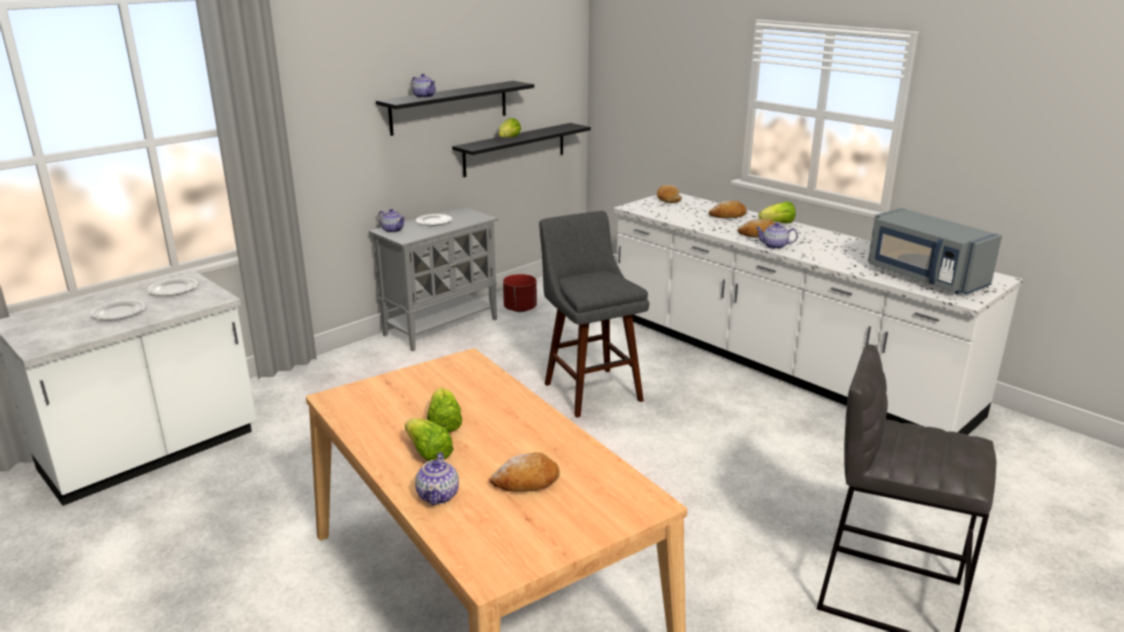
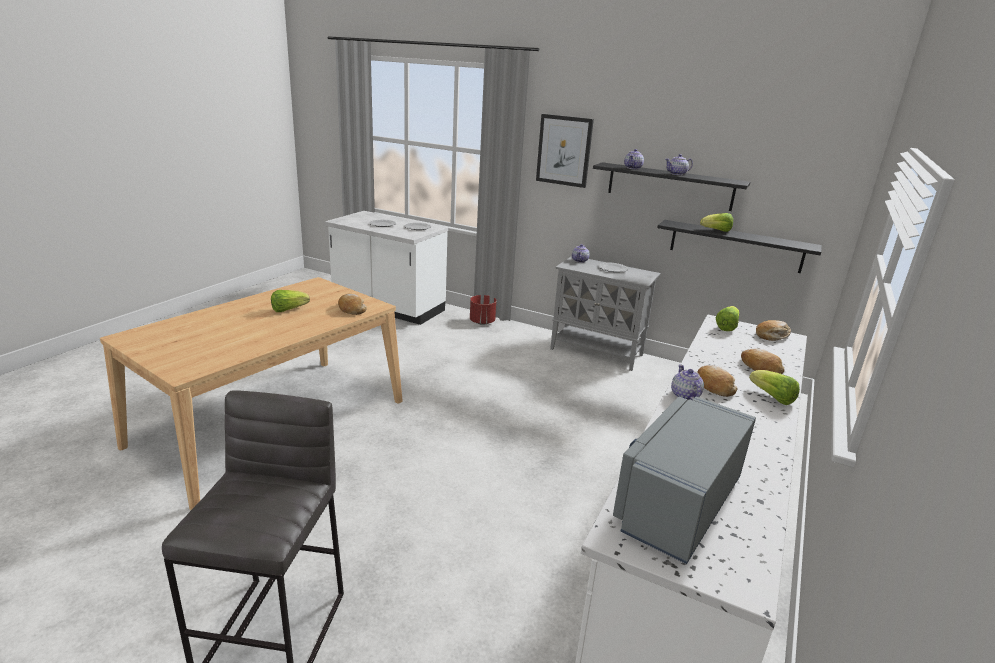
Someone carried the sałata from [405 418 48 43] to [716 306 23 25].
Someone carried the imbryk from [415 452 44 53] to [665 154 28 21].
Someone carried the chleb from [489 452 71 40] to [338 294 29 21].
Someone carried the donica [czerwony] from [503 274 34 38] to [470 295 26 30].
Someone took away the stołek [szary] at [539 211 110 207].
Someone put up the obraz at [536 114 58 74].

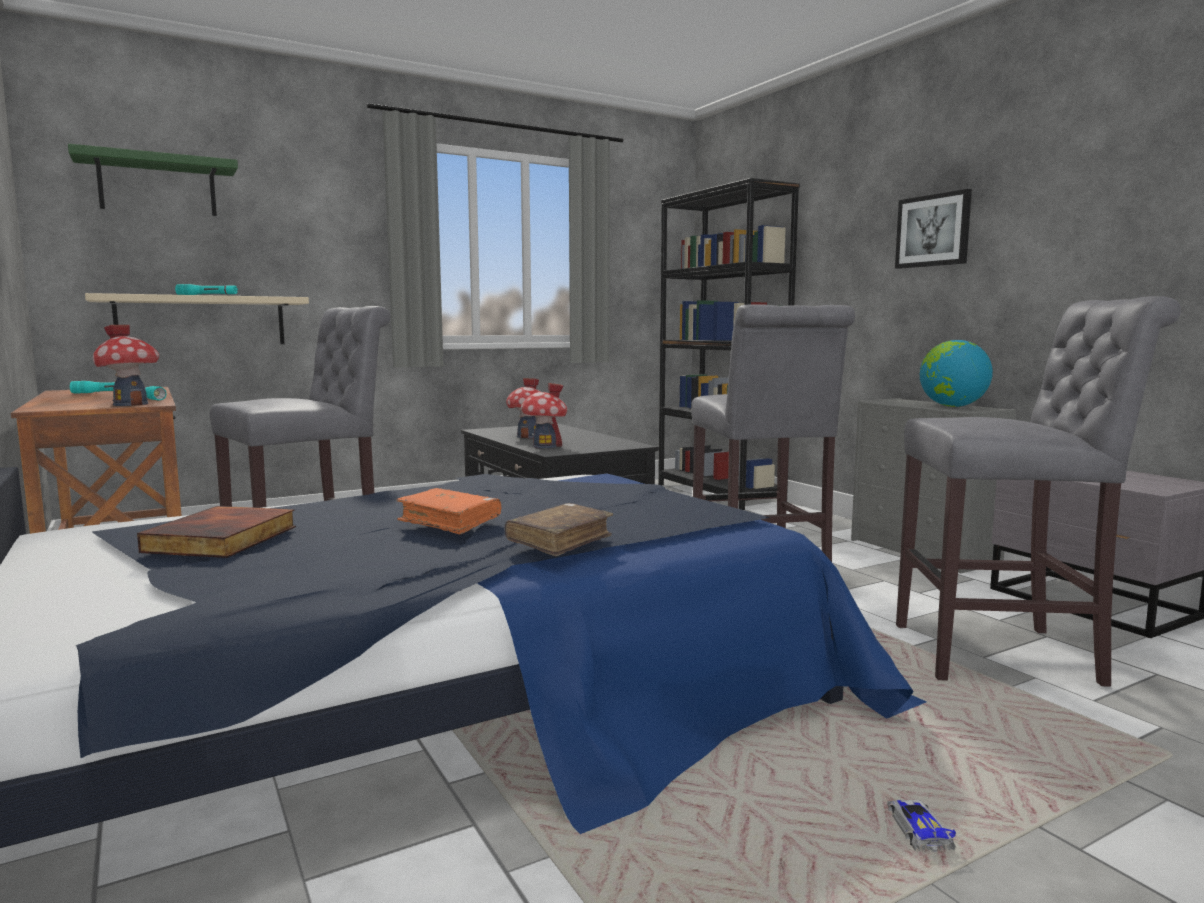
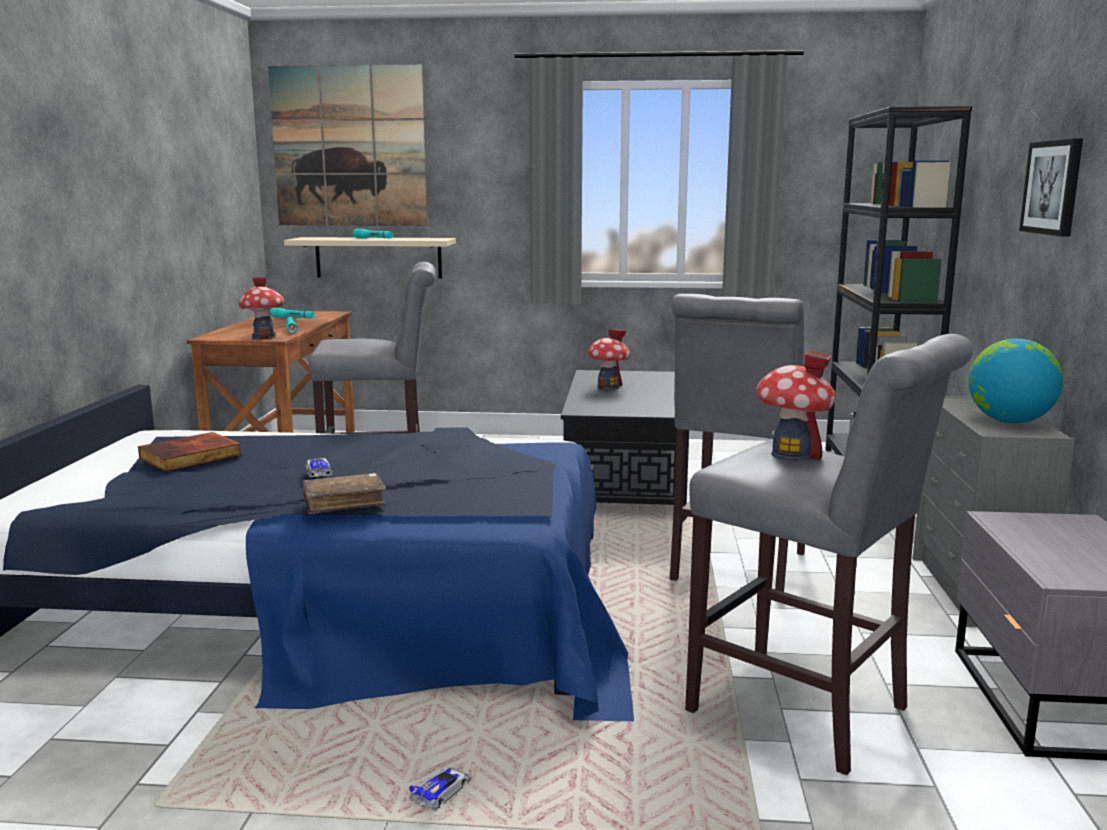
Someone swapped the półka [zielony] at [68 144 170 72] for the obraz at [268 64 160 162].
Someone swapped the książka [pomarańczowy] at [396 488 105 46] for the samochodzik at [305 458 28 19].
Someone carried the domek from [521 383 46 65] to [756 350 80 111].

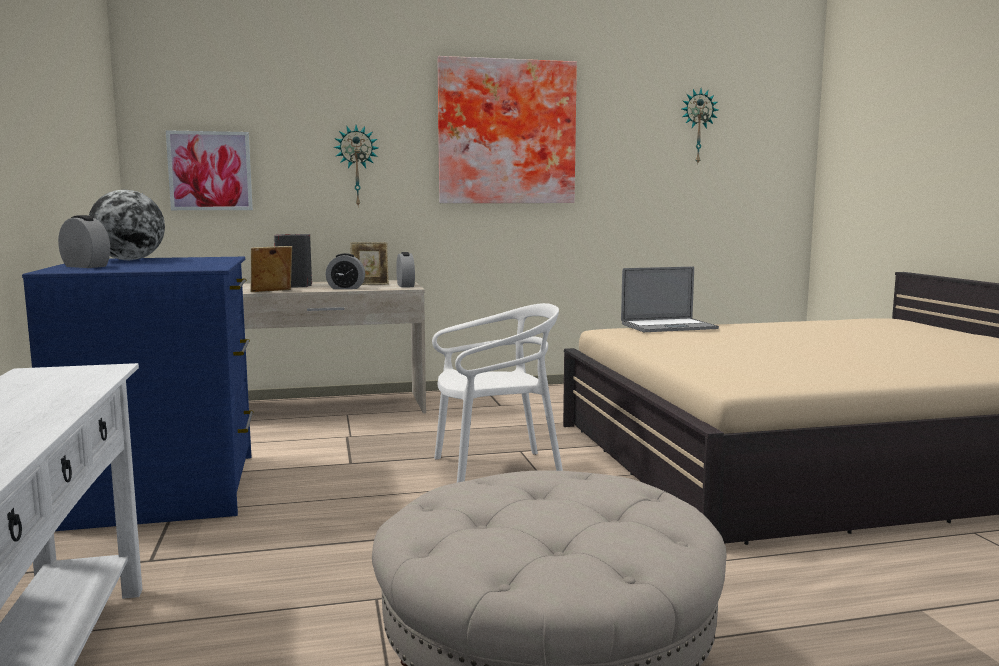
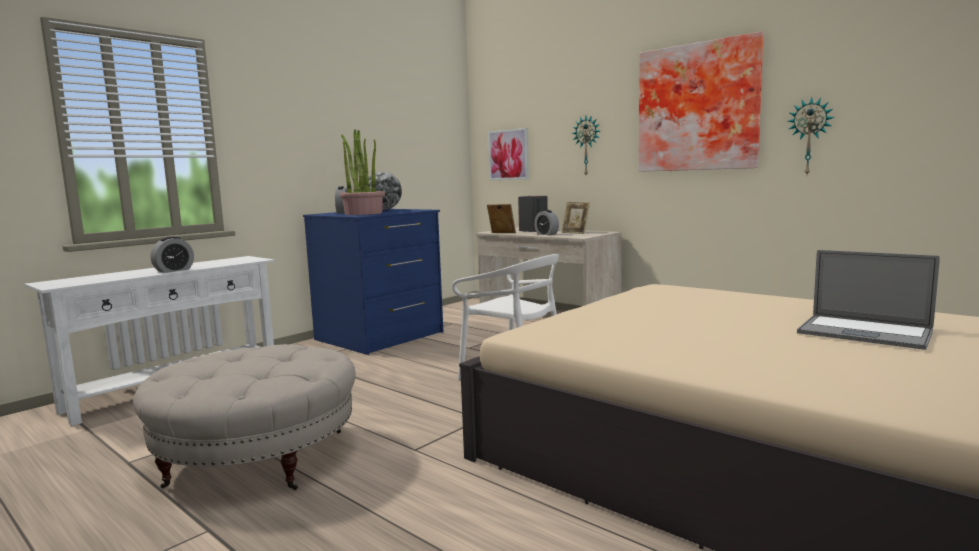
Someone carried the budzik from [396 252 19 35] to [150 236 44 37].
Someone carried the laptop from [621 267 98 65] to [797 250 143 100].
Someone carried the zegar ścienny from [682 89 36 74] to [788 97 46 78].
Someone put down the roślina doniczkowa at [340 129 45 86].

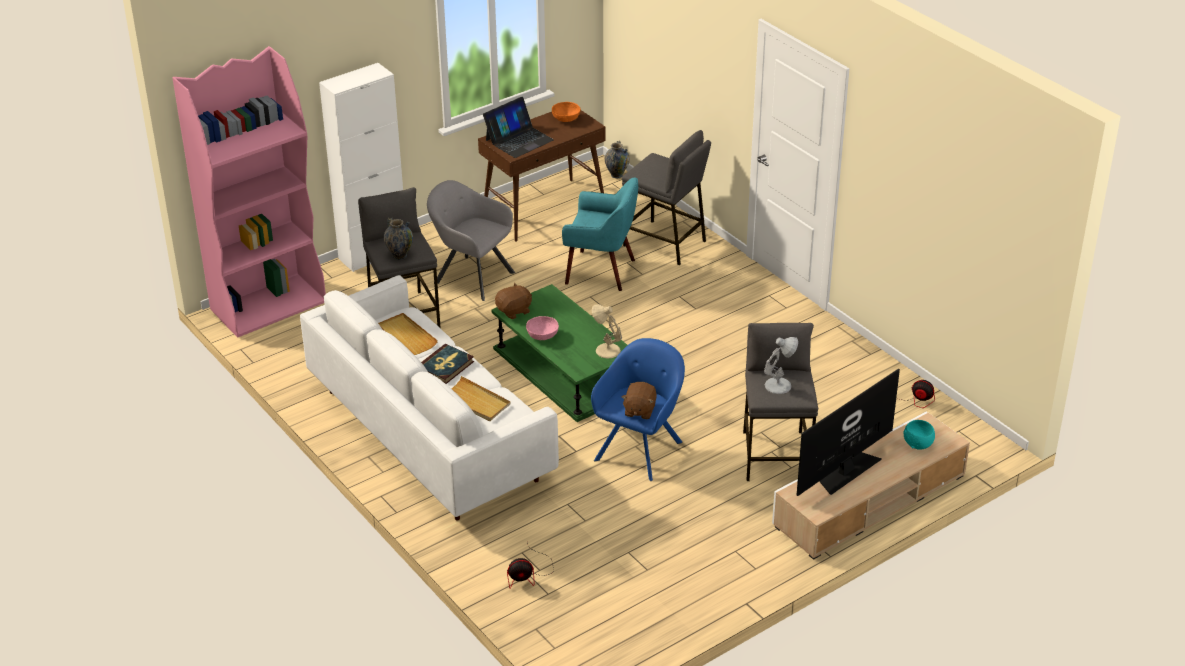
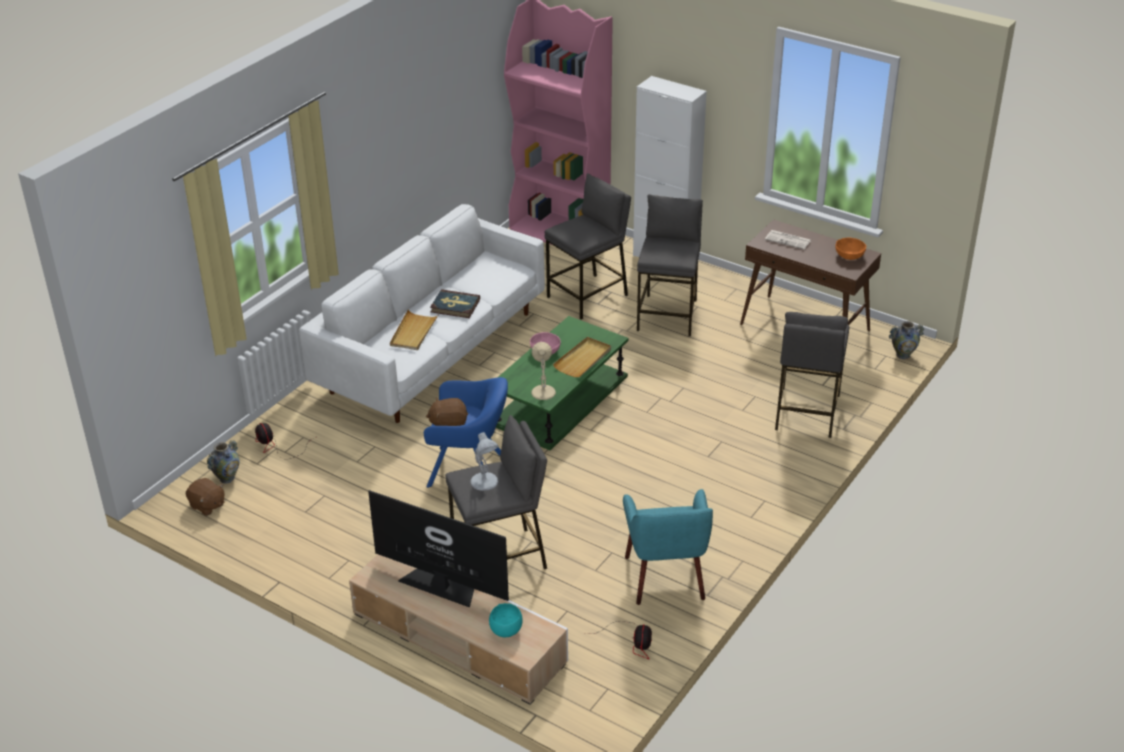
Someone carried the taca [beżowy] from [378 313 60 42] to [553 337 58 40].
Someone carried the wazon from [384 218 29 42] to [207 440 33 44].
Someone swapped the fotel [szary] at [427 180 88 121] for the stołek [szary] at [637 194 66 142].
Someone swapped the laptop at [483 97 71 61] for the gazeta at [765 230 46 19].
Someone carried the pluszak [brązowy] from [495 283 37 36] to [186 478 39 38].
Someone carried the fotel [turkusowy] from [562 178 76 113] to [623 489 90 116].

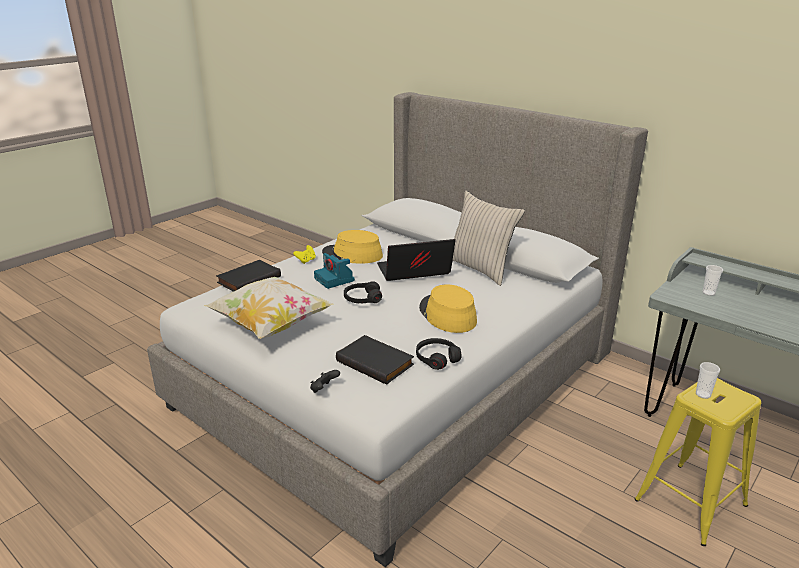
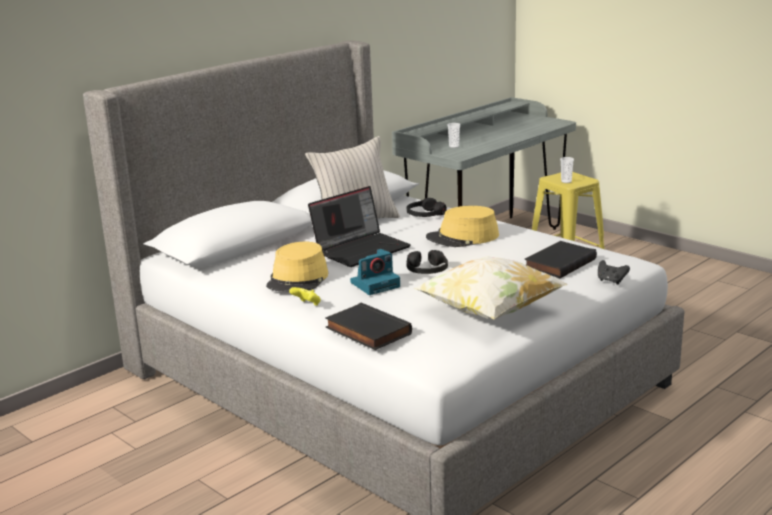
Someone rotated the laptop at [377 239 79 42] by 120 degrees counterclockwise.
Someone carried the słuchawki [czarny] from [416 338 45 32] to [407 198 40 19].

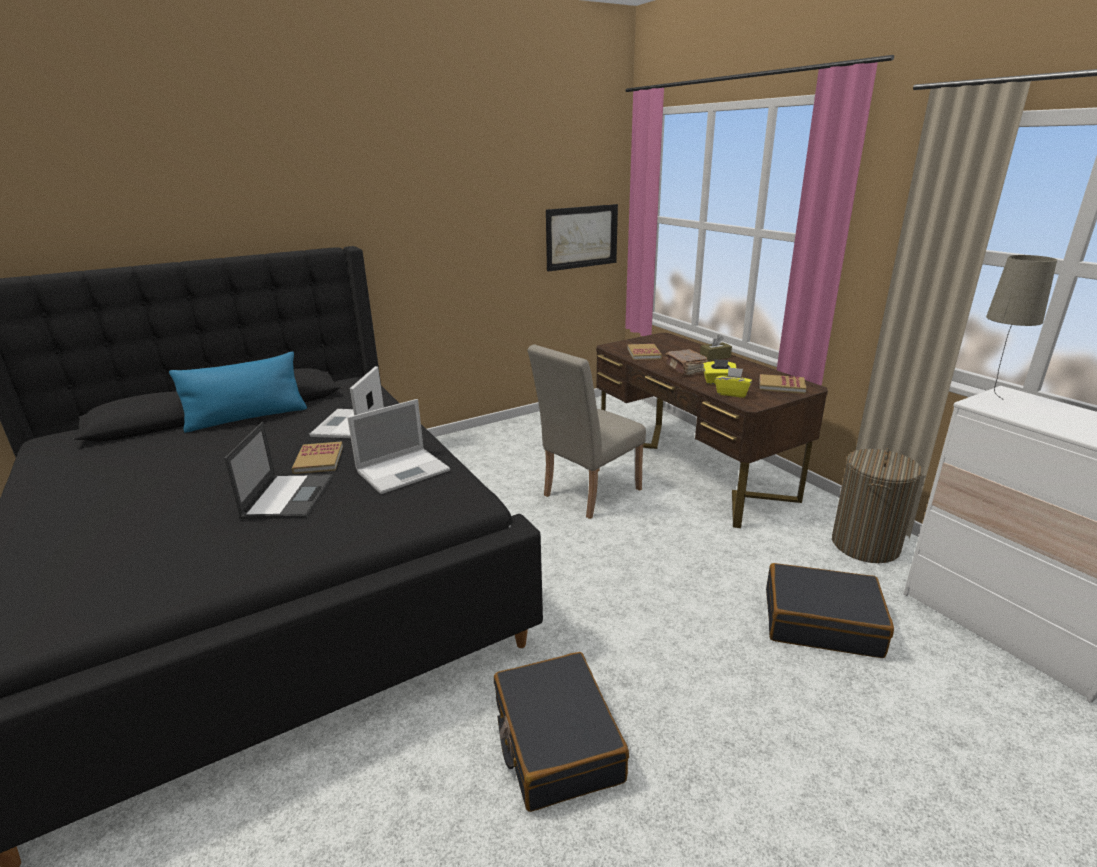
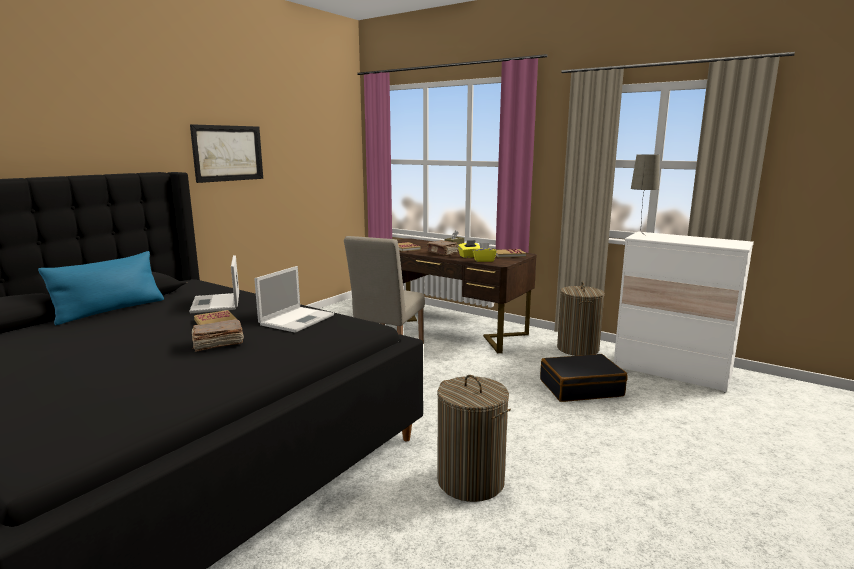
Someone swapped the laptop at [224 422 109 97] for the książka [brązowy] at [192 319 52 33].
Someone swapped the walizka [czarny] at [494 652 135 160] for the kosz na pranie at [437 375 74 127].
Someone carried the obraz from [546 204 72 68] to [190 124 73 59].

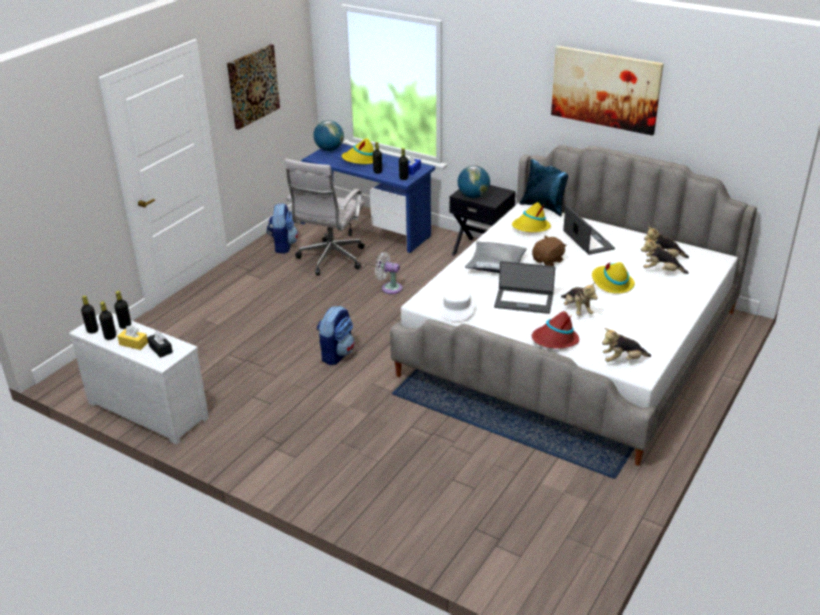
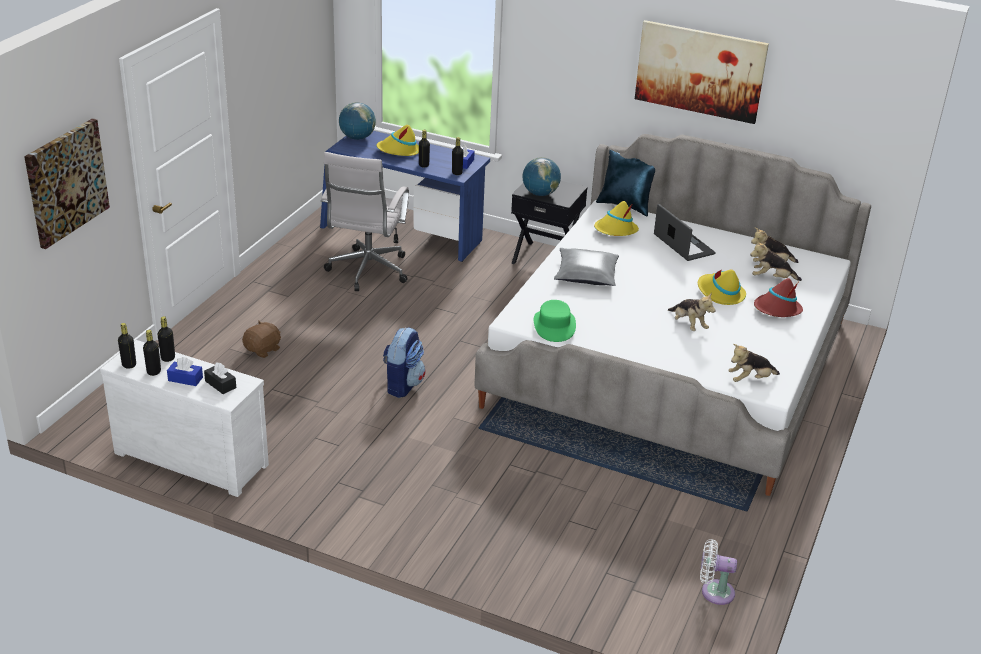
Someone repainted the pudełko chusteczek [żółty] at [117 325 31 25], which became the pudełko chusteczek [niebieski] at [167 357 36 29].
Someone carried the obraz from [227 44 53 86] to [24 118 86 131].
Someone took away the plecak at [267 203 31 51].
Someone carried the wentylator [biały] from [375 252 27 42] to [700 539 37 66].
Someone repainted the kapelusz [biały] at [439 285 37 37], which became the kapelusz [zielony] at [534 300 42 42].
Someone took away the laptop at [494 261 61 53].
Someone carried the pluszak [brązowy] from [532 236 35 30] to [242 321 39 37].
Someone carried the kapelusz [czerwony] from [532 311 47 38] to [754 278 49 39].

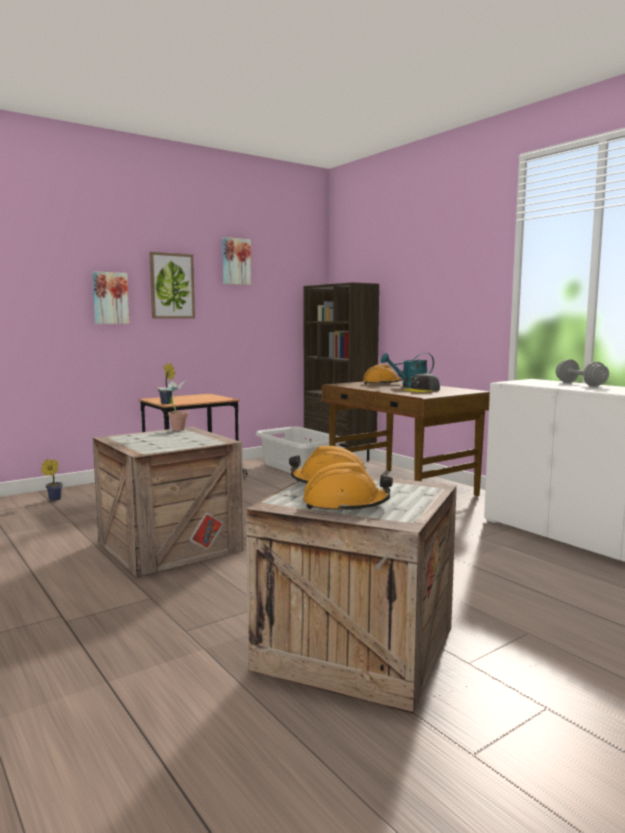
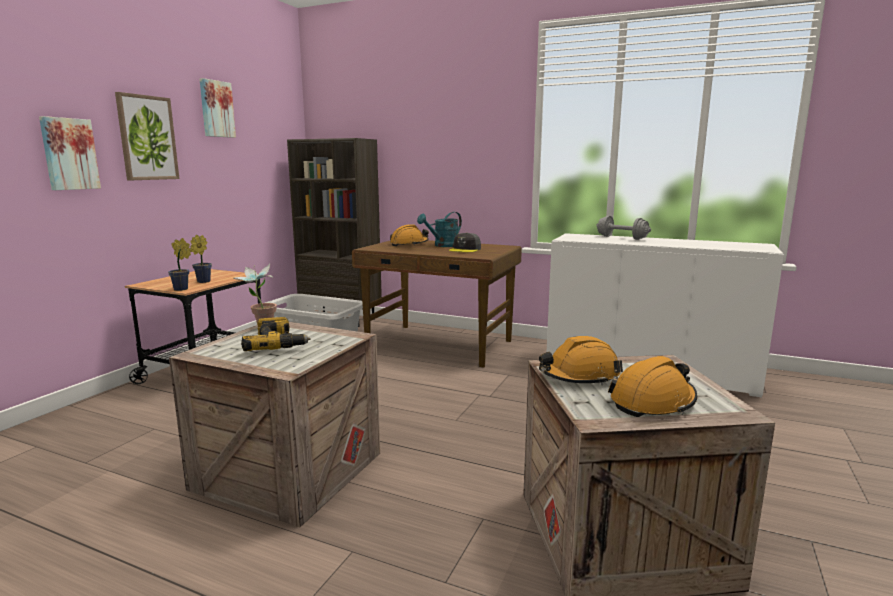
Someone carried the roślina doniczkowa from [41 459 22 42] to [190 235 22 48].
Someone put down the wiertarka at [241 317 69 34].

